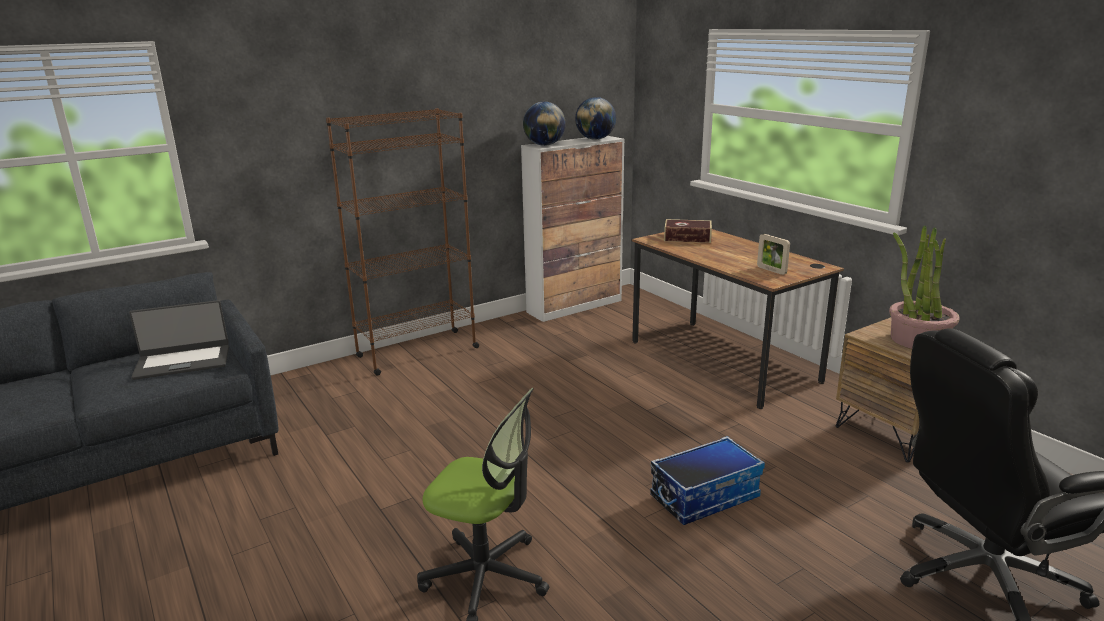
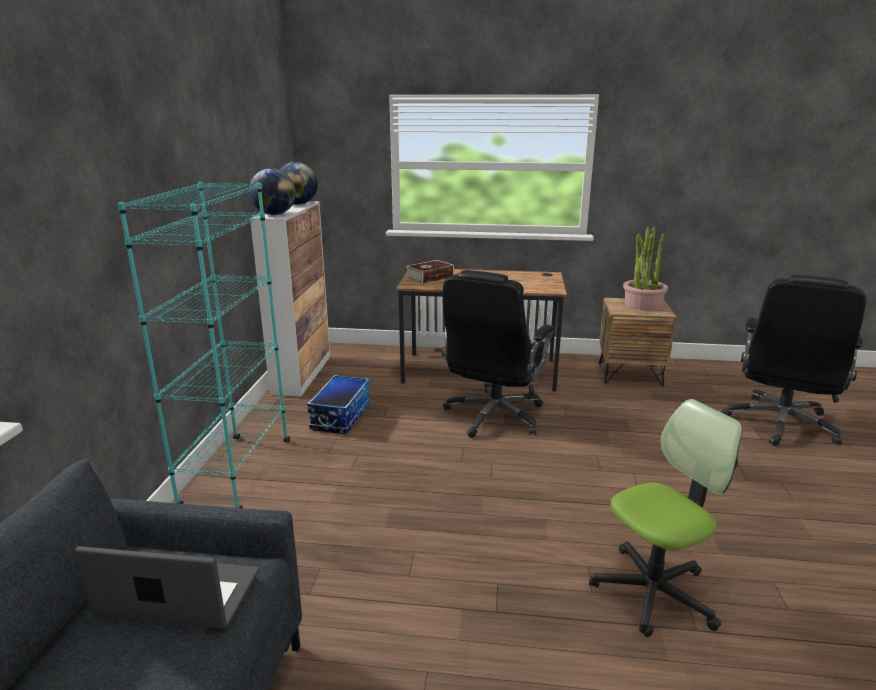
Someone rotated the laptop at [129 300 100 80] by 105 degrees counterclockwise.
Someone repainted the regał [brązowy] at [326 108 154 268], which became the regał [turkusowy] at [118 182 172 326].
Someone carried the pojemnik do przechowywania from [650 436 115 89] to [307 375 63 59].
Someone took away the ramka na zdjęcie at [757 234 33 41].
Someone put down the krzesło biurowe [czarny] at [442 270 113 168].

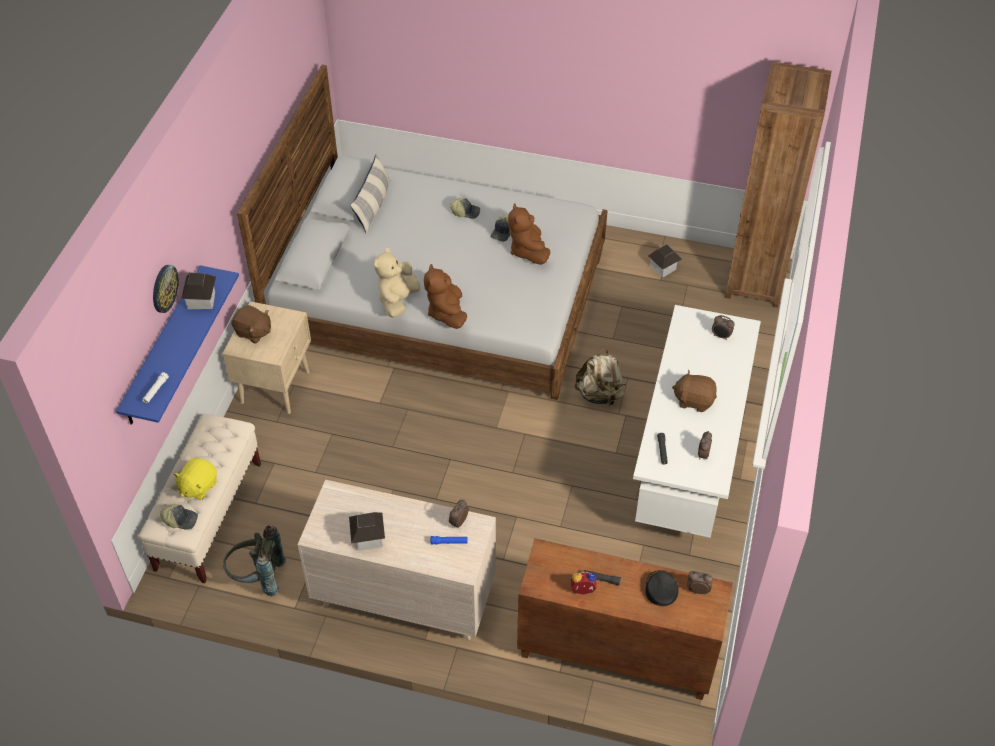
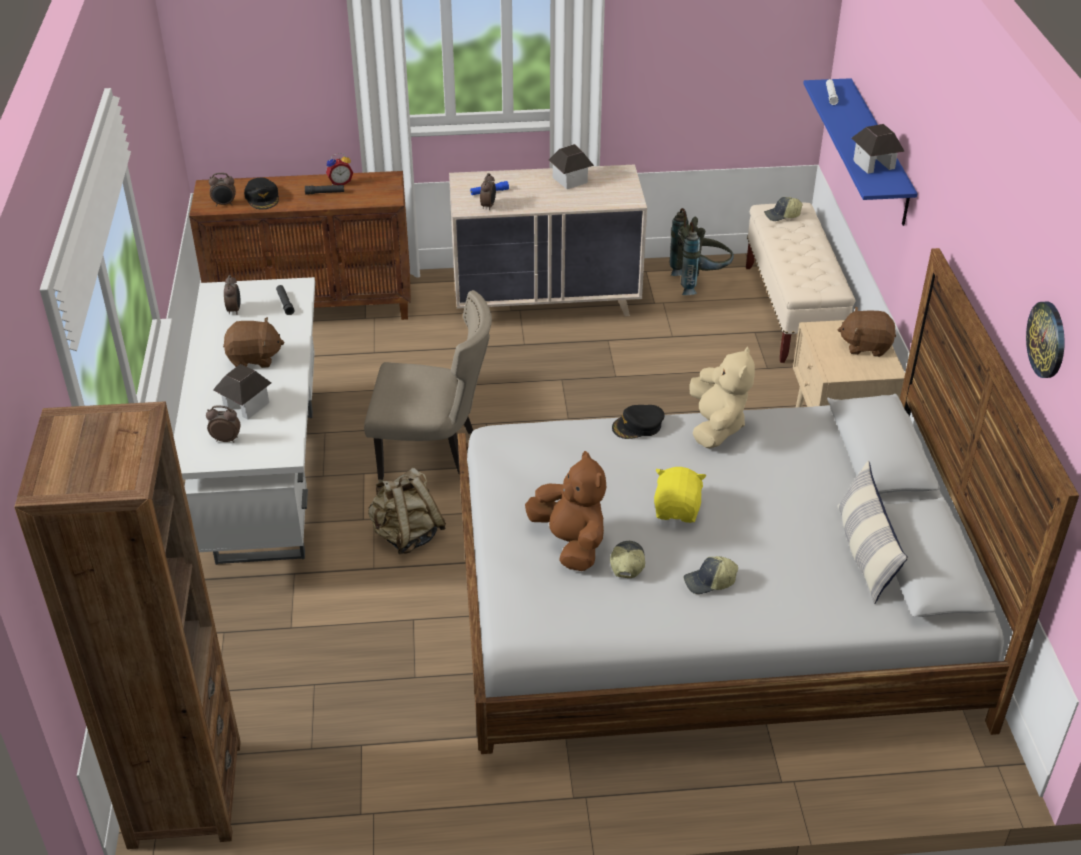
Someone carried the zegar ścienny from [153 265 26 48] to [1026 301 39 77].
Someone carried the pluszak [żółty] from [173 458 44 42] to [654 467 52 56].
Someone swapped the pluszak [brązowy] at [424 264 43 65] for the czapka z daszkiem [czarny] at [612 405 53 34].
Someone carried the domek from [648 244 34 33] to [213 364 58 55].
Someone put down the krzesło [beżowy] at [364 290 128 197].

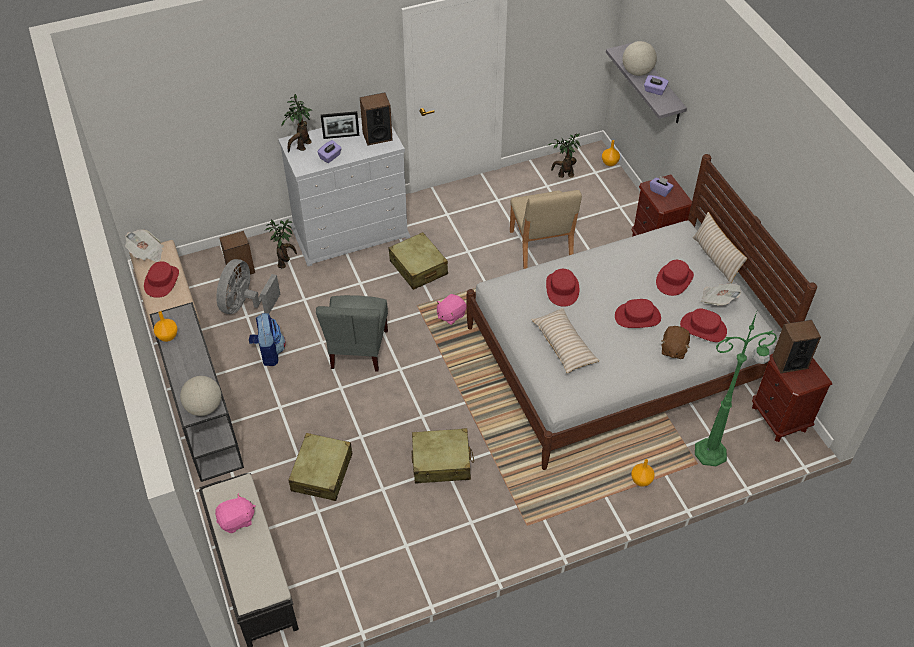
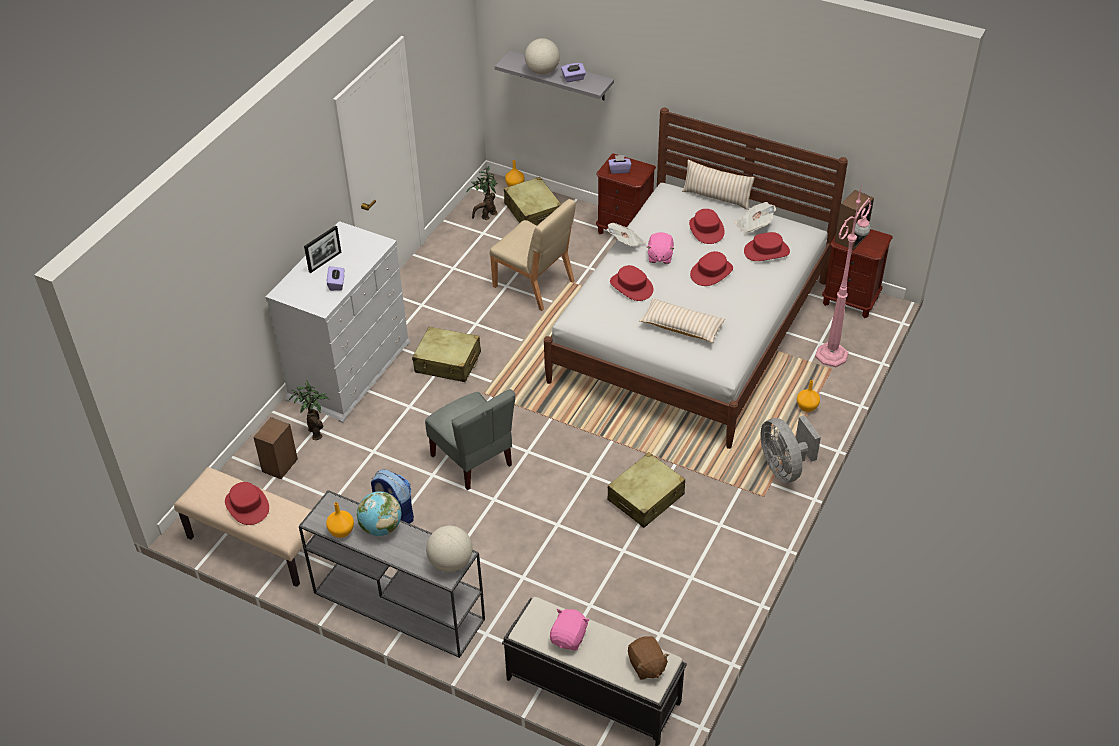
Someone carried the gazeta from [125 229 39 33] to [607 223 39 24].
Someone carried the wentylator [szary] from [216 259 64 55] to [761 415 60 68].
Someone took away the roślina doniczkowa at [281 94 31 59].
Someone carried the walizka [beżowy] from [288 433 64 68] to [504 177 57 48].
Someone took away the głośnik at [360 93 33 53].
Someone carried the pluszak [różowy] from [436 294 31 31] to [647 232 28 32].
Someone carried the pluszak [brązowy] from [662 326 28 33] to [628 636 41 44].
Someone repainted the lampa stojąca [zielony] at [695 312 82 154], which became the lampa stojąca [różowy] at [815 183 57 184].
Someone put down the globus at [357 491 44 45].

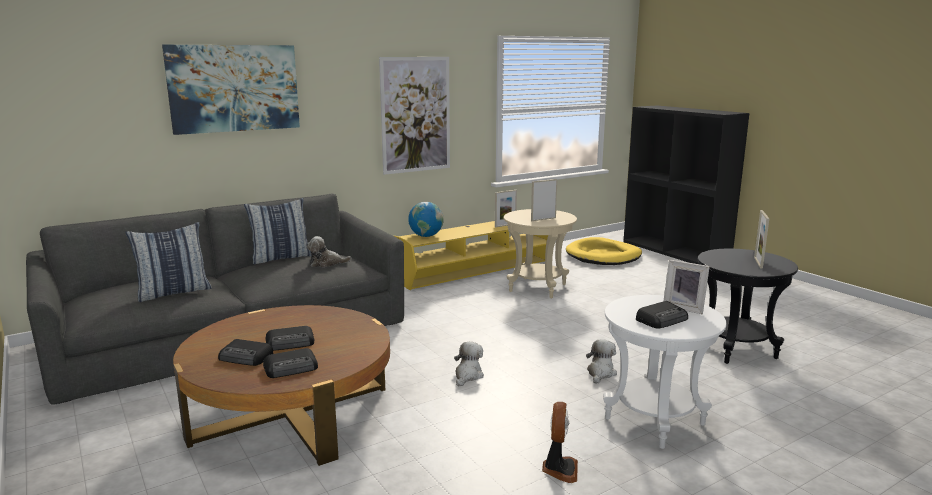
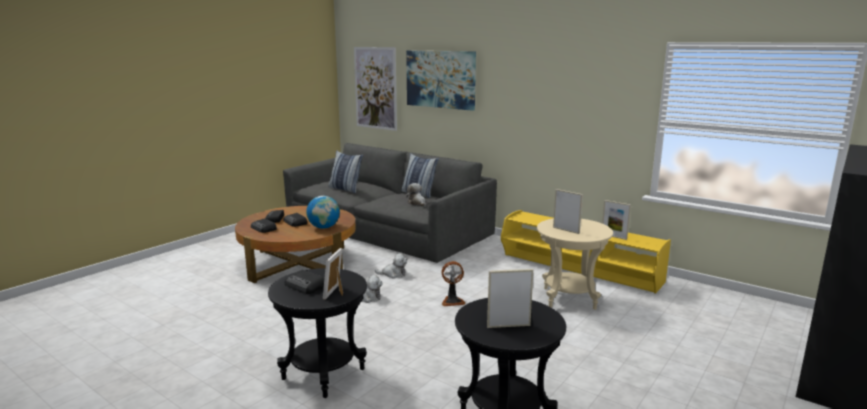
Someone carried the obraz from [379 57 71 118] to [354 47 43 84].
Someone carried the globus from [408 202 36 35] to [306 196 34 33].
Someone carried the wentylator from [542 402 36 81] to [442 261 23 45].
Someone took away the legowisko [żółty] at [566 237 76 28].
Someone carried the pluszak from [586 339 31 45] to [375 253 32 26].
Someone repainted the stolik [biały] at [603 295 124 154], which became the stolik [czarny] at [268 268 99 130].

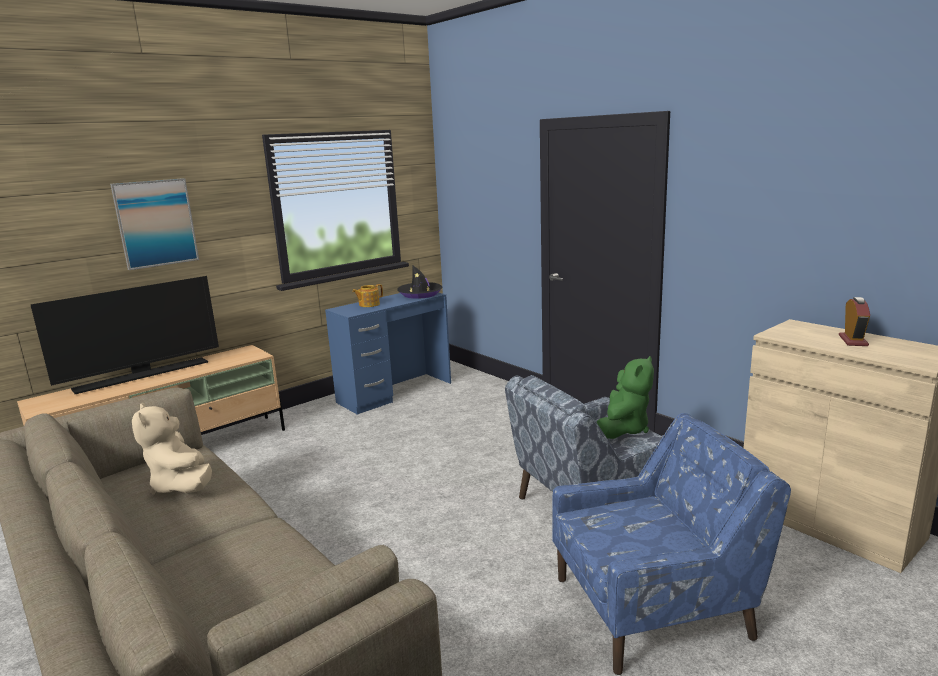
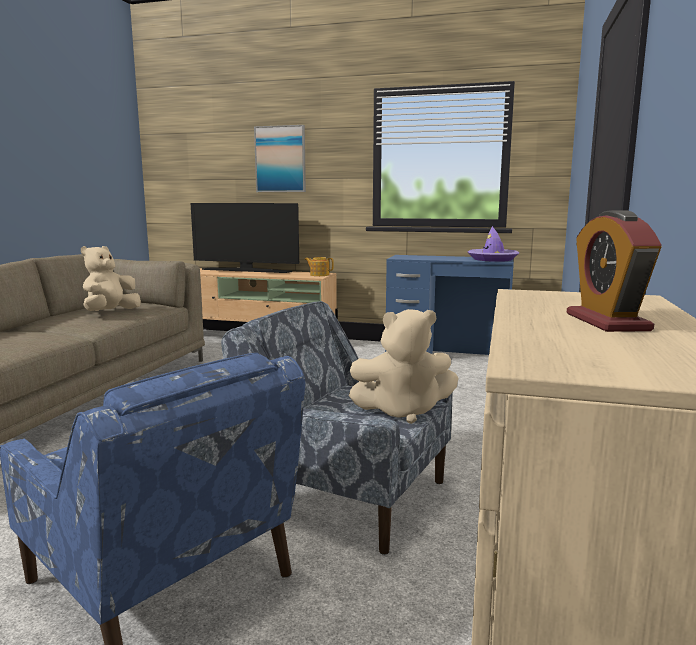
Someone carried the imbryk from [352 284 31 23] to [305 257 29 19].
Someone repainted the kapelusz [czarny] at [397 266 46 33], which became the kapelusz [fioletowy] at [468 226 51 36].
Someone repainted the pluszak [zielony] at [596 356 58 83], which became the pluszak [beżowy] at [349 309 109 115].
Someone rotated the budzik at [839 297 31 49] by 105 degrees clockwise.

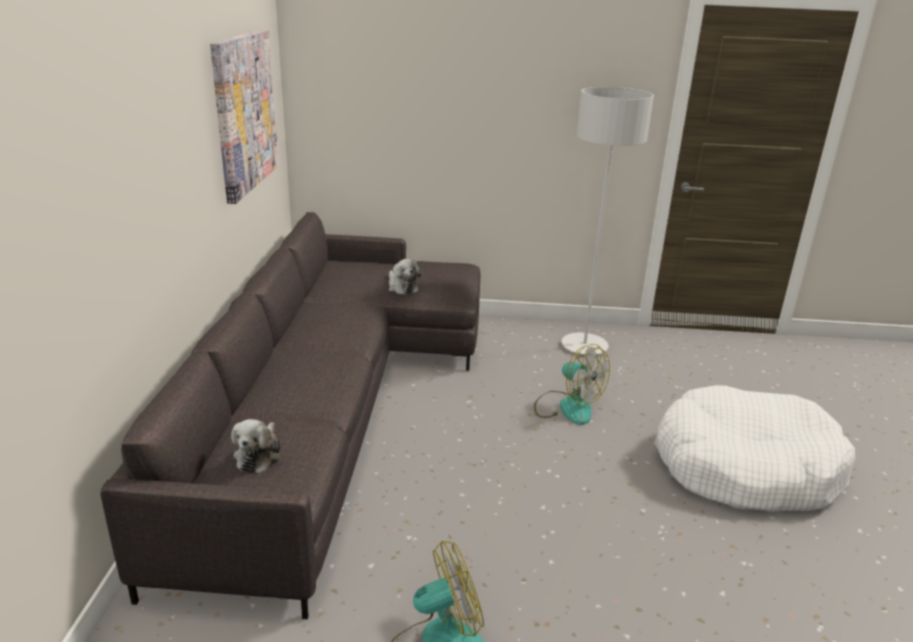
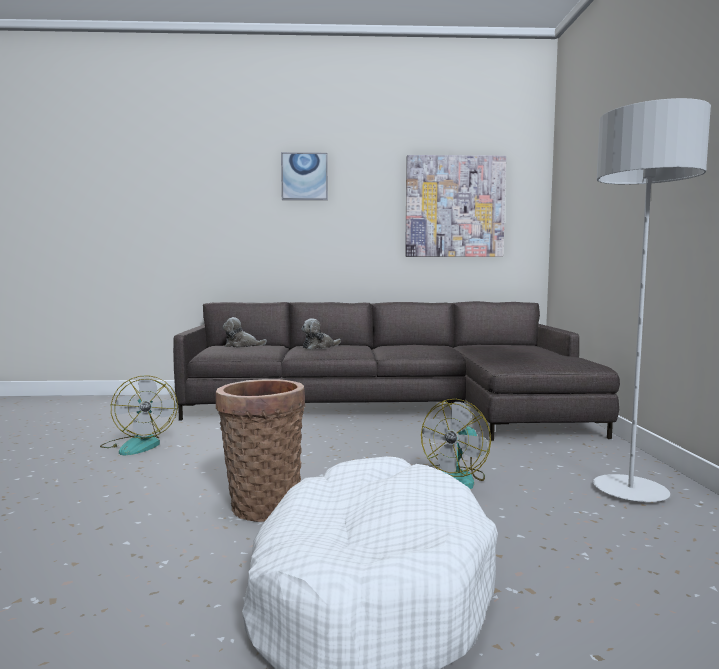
Someone carried the pluszak from [389 259 32 36] to [301 318 40 31].
Someone put down the koszyk at [216 379 90 143].
Someone put up the obraz at [281 152 47 48].

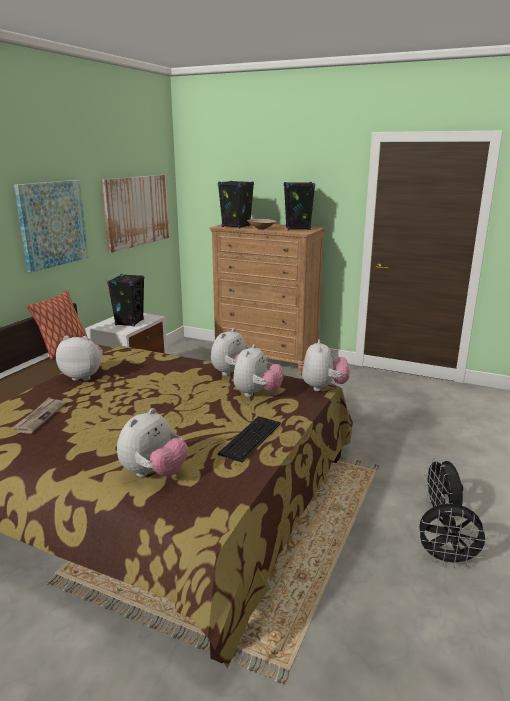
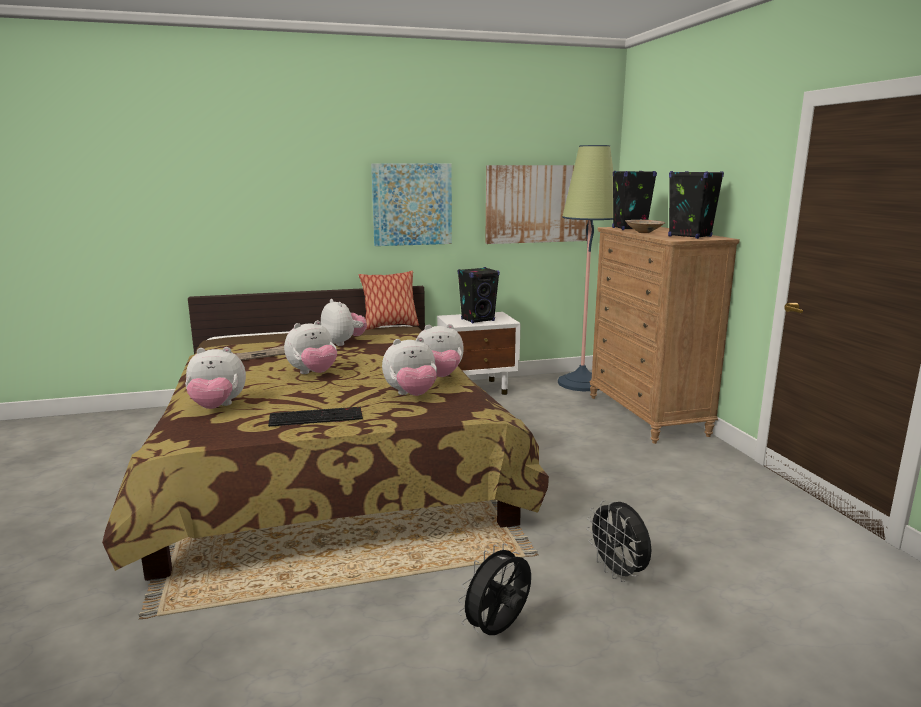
Someone carried the pluszak from [302 339 48 52] to [284 320 53 54].
Someone carried the wentylator [czarny] from [416 504 74 64] to [587 500 64 82].
Someone put down the lampa stojąca at [558 145 55 246].

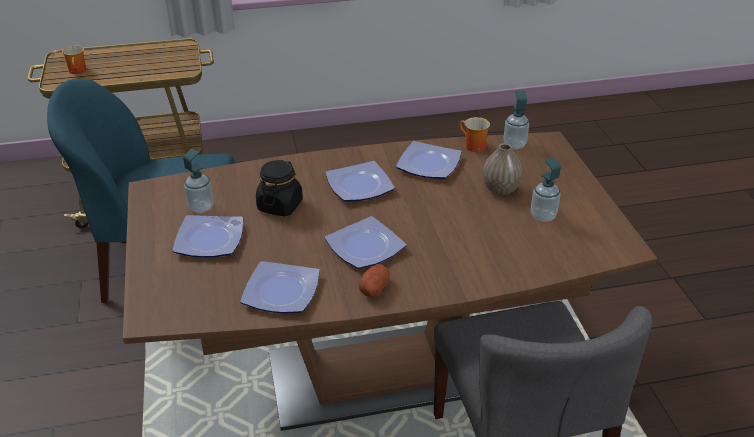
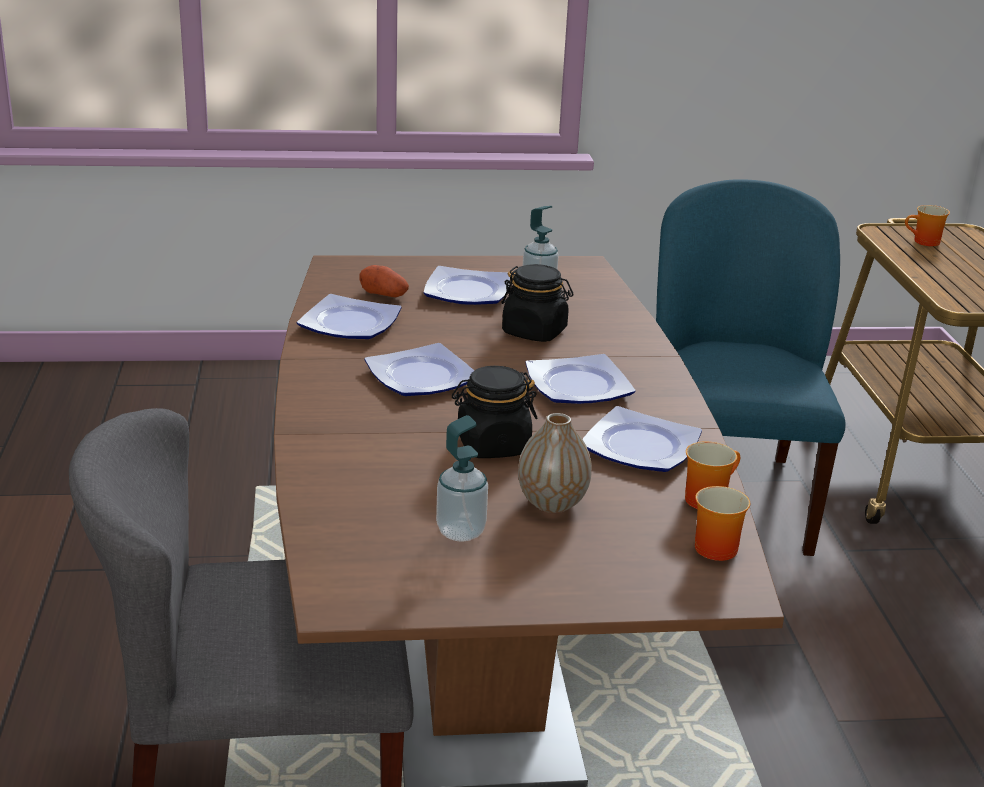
Someone carried the ziemniak from [359 264 31 33] to [359 265 50 32].
Someone swapped the dozownik mydła at [504 90 25 60] for the kubek at [695 486 55 75].
Someone put down the słoik [czarny] at [452 366 86 92].

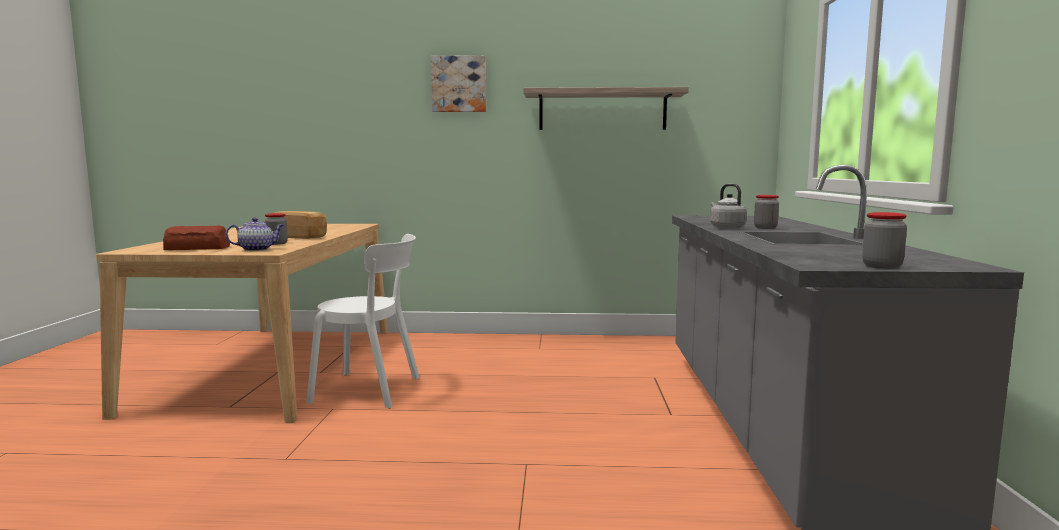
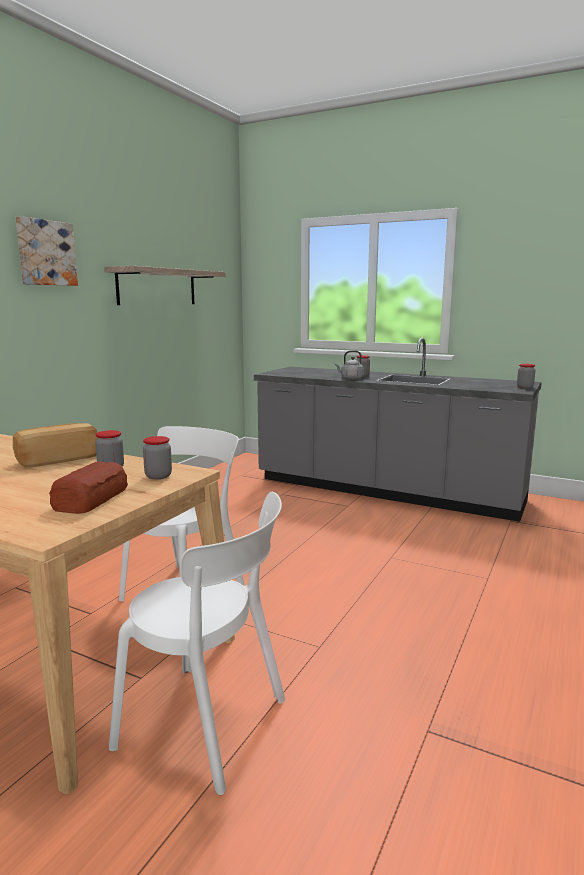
Someone swapped the imbryk at [225 218 59 33] for the słoik at [143 436 29 43].
Someone put down the krzesło [biały] at [109 492 176 303].

